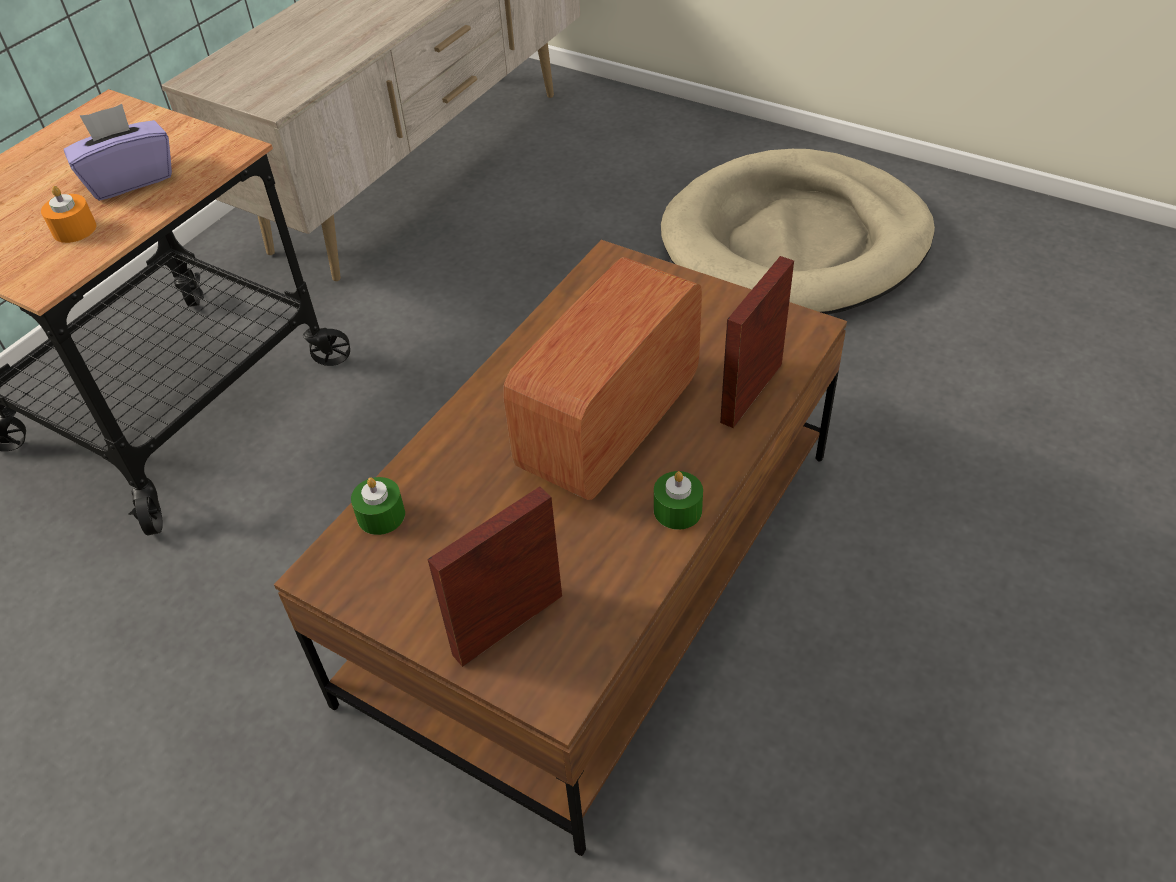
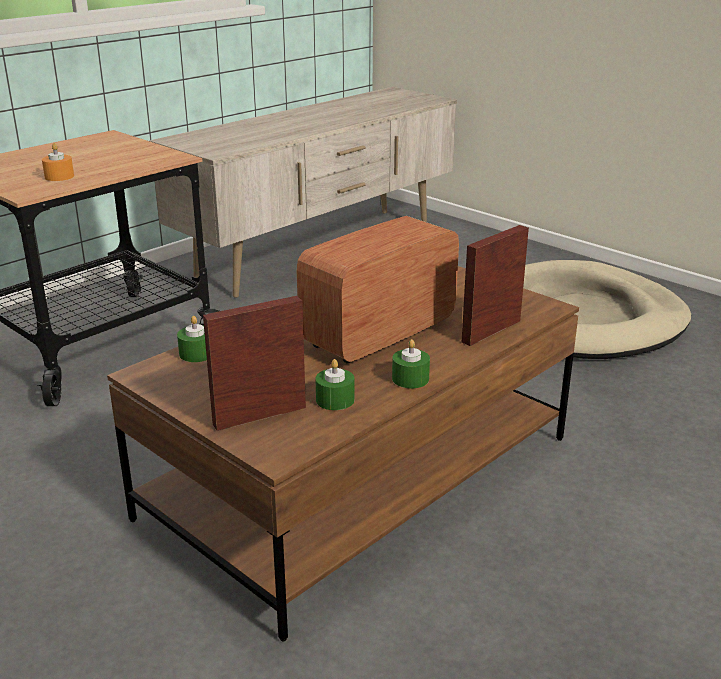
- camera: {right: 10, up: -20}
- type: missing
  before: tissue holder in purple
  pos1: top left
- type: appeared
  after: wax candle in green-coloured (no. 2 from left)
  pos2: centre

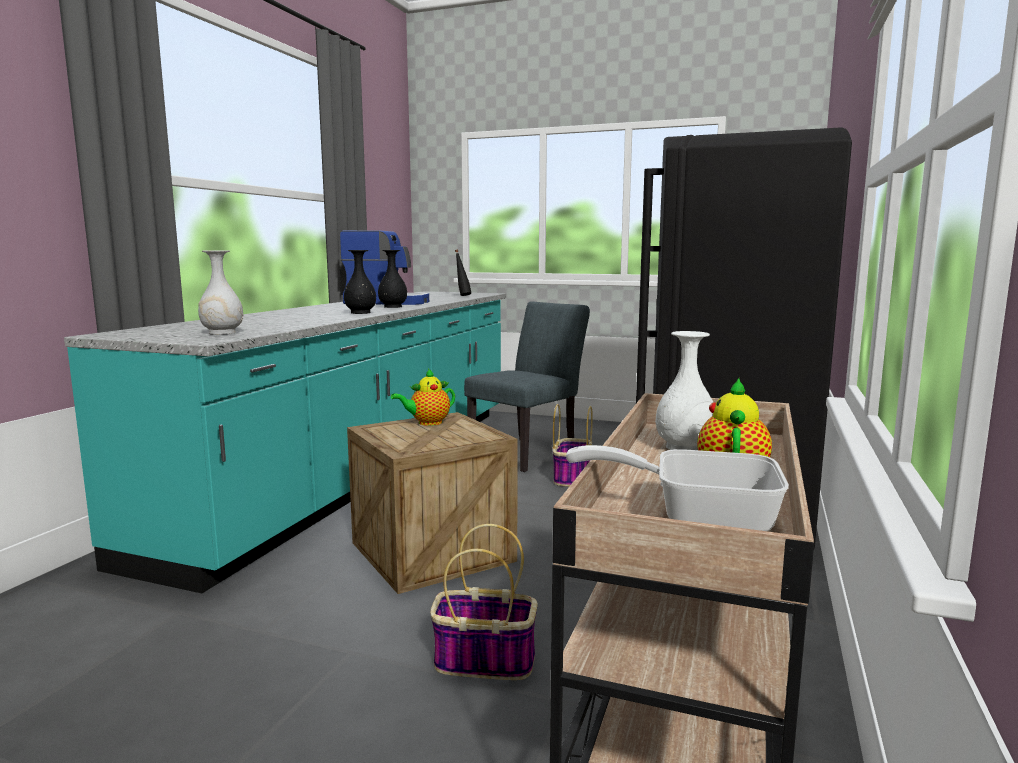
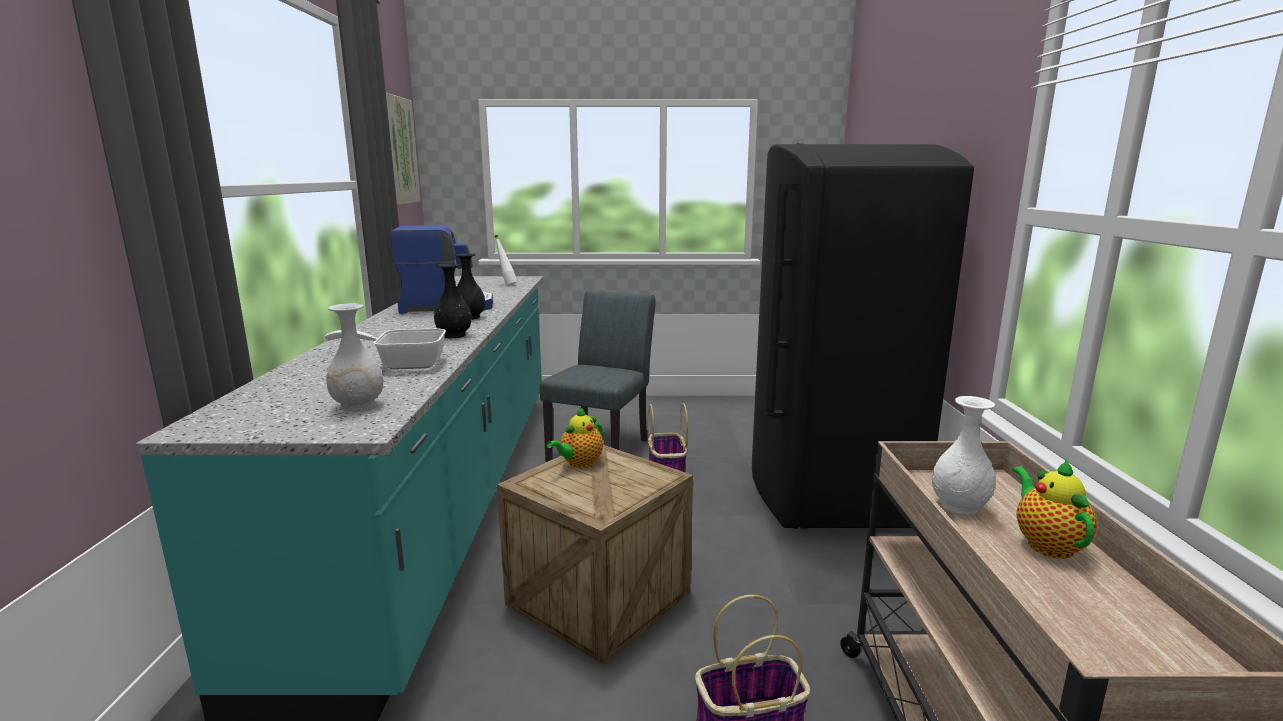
- camera: {right: -20, up: 5}
- type: appeared
  after: picture
  pos2: top left
- type: relocated
  before: skillet
  pos1: centre
  pos2: middle left
- type: colour
  before: bottle in black
  after: bottle in white
  pos1: centre
  pos2: centre

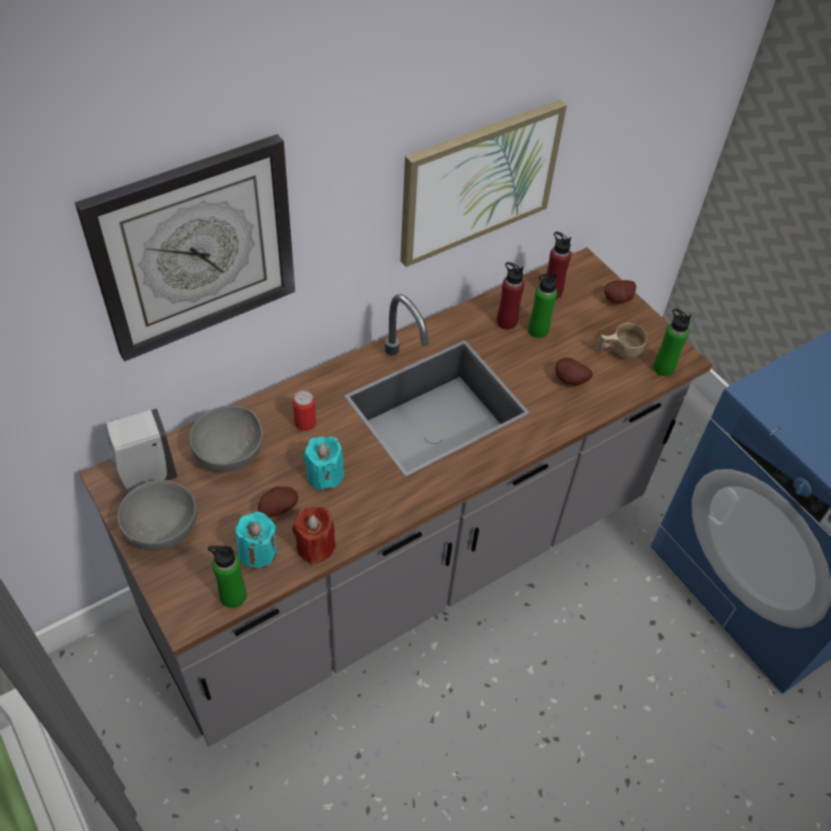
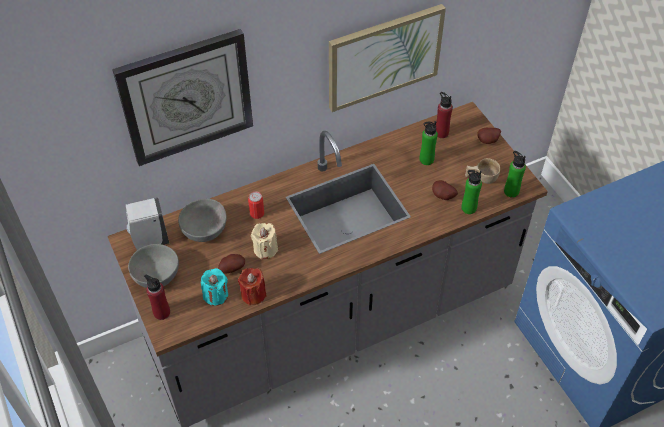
- camera: {right: 10, up: 0}
- type: relocated
  before: bottle in green-coloured (no. 1 from left in the first image)
  after: bottle in green-coloured (no. 2 from left)
  pos1: bottom left
  pos2: middle right
- type: relocated
  before: bottle in reddish (no. 1 from left)
  pos1: centre
  pos2: bottom left
- type: colour
  before: wax candle in turquoise-coloured (no. 2 from left)
  after: wax candle in beige
  pos1: centre
  pos2: centre

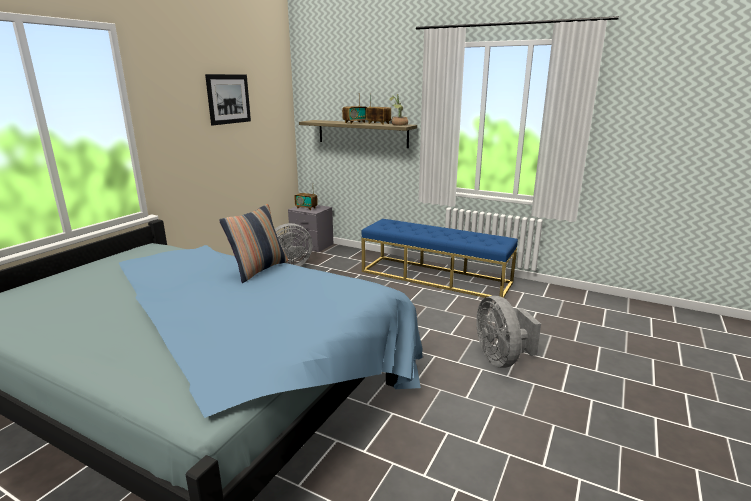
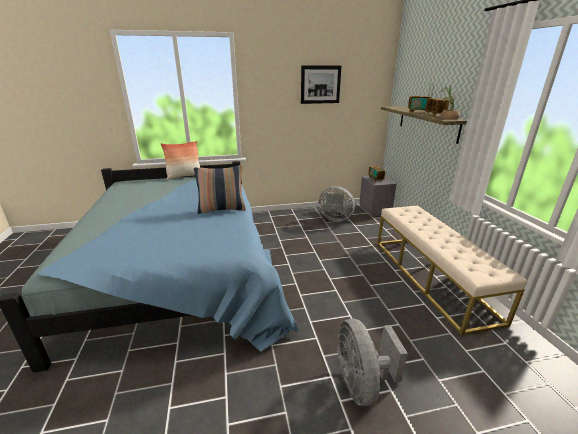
- camera: {right: 50, up: 5}
- type: appeared
  after: pillow (no. 1 from left)
  pos2: middle left
- type: colour
  before: bench in blue-coloured
  after: bench in beige
  pos1: centre
  pos2: middle right
- type: spun
  before: cooling fan in gray (no. 2 from left)
  pos1: middle right
  pos2: bottom centre
  turn: -45

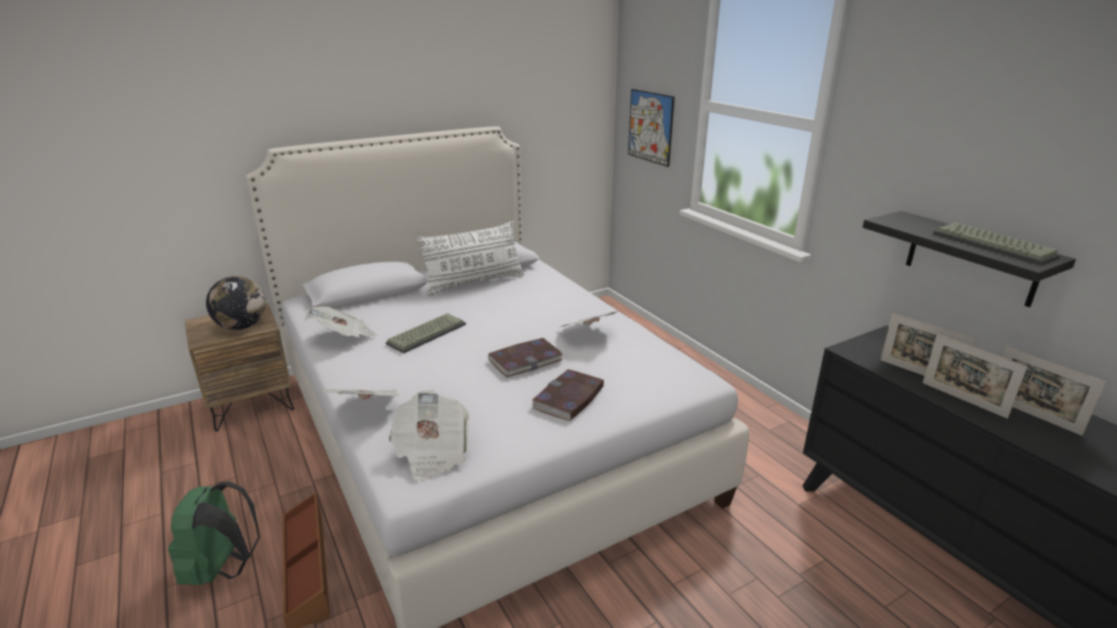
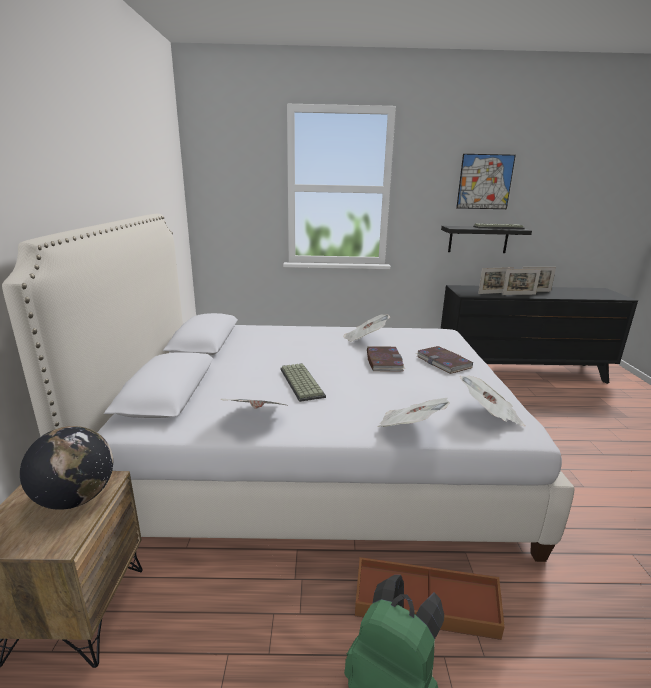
- camera: {right: -60, up: -5}
- type: missing
  before: pillow in white
  pos1: centre
- type: relocated
  before: picture
  pos1: top centre
  pos2: top right

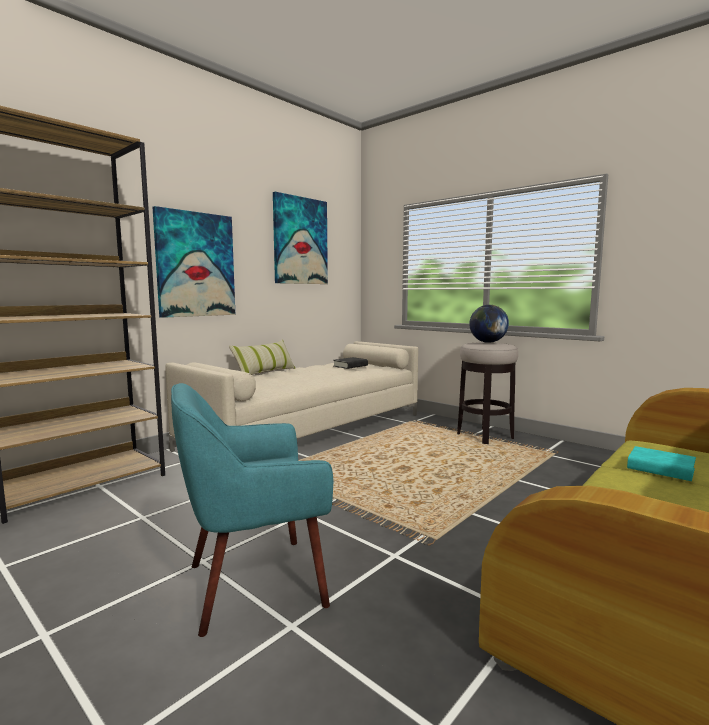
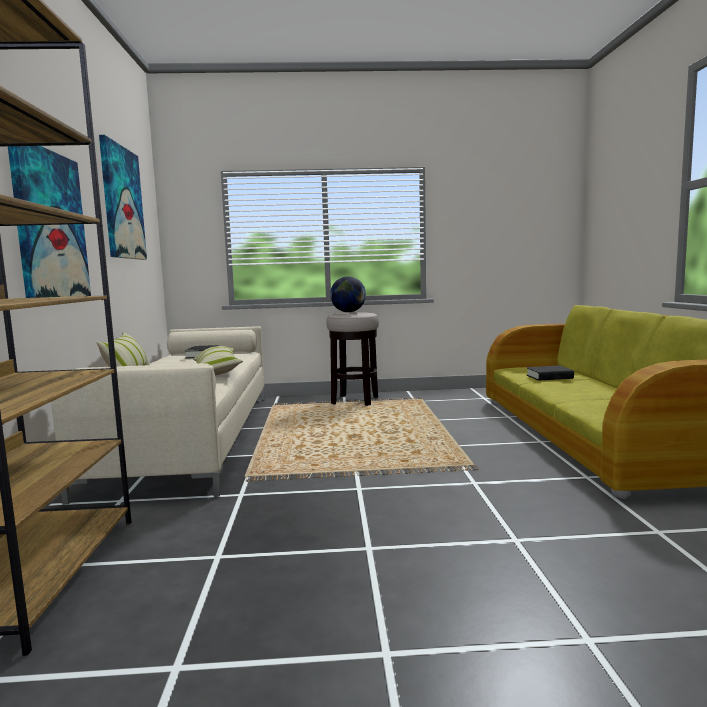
- camera: {right: -45, up: 0}
- type: missing
  before: lounge chair in turquoise-coloured
  pos1: bottom centre
- type: appeared
  after: pillow (no. 2 from left)
  pos2: middle left
- type: colour
  before: book in turquoise-coloured
  after: book in black (no. 2 from left)
  pos1: middle right
  pos2: middle right

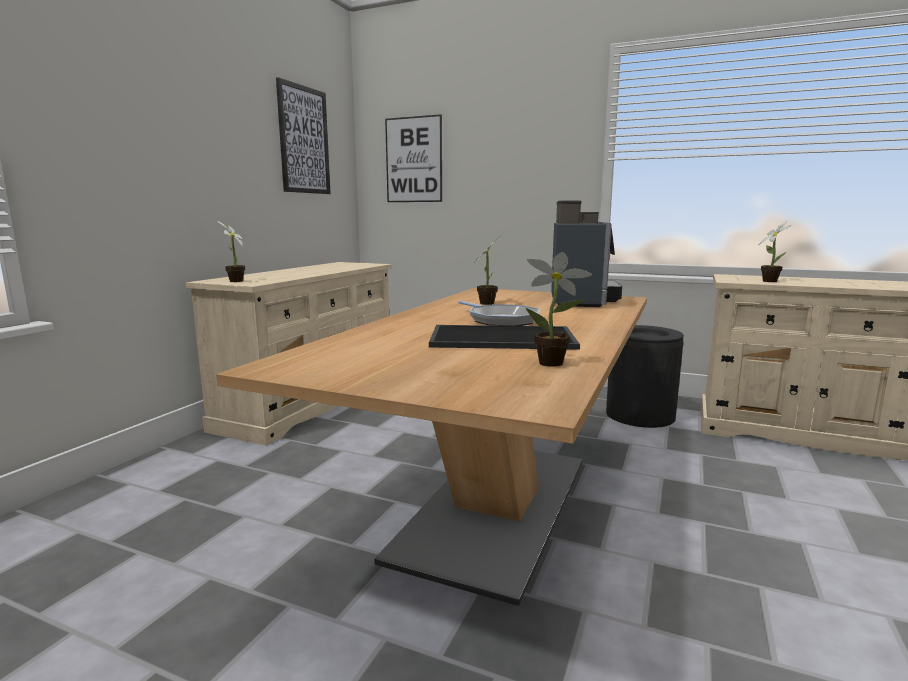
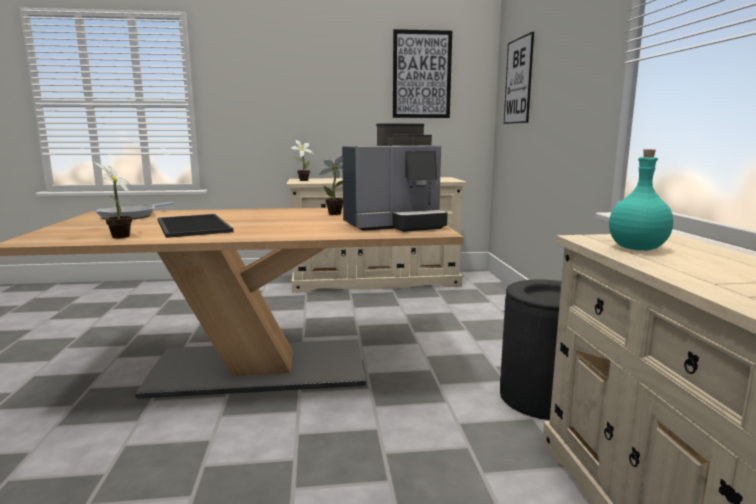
- camera: {right: 60, up: 0}
- type: relocated
  before: skillet
  pos1: centre
  pos2: middle left
- type: exchanged
  before: potted plant (no. 4 from left)
  after: bottle in turquoise-coloured
  pos1: middle right
  pos2: middle right

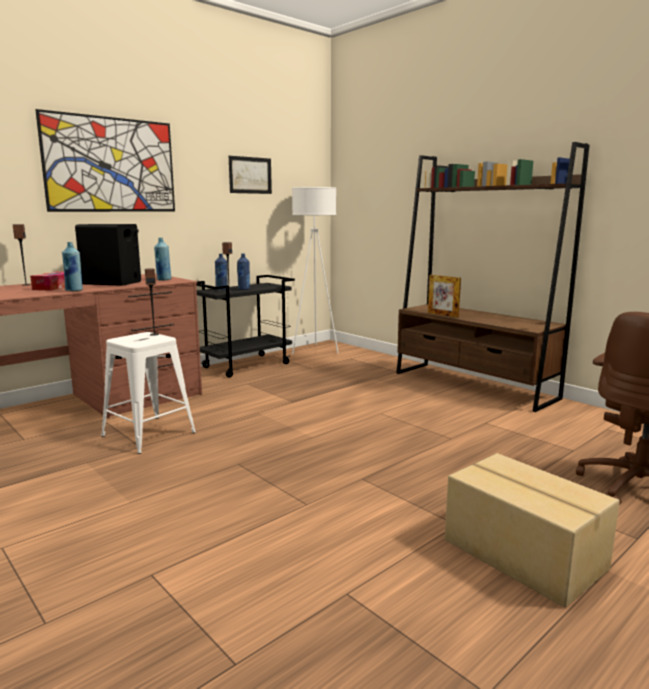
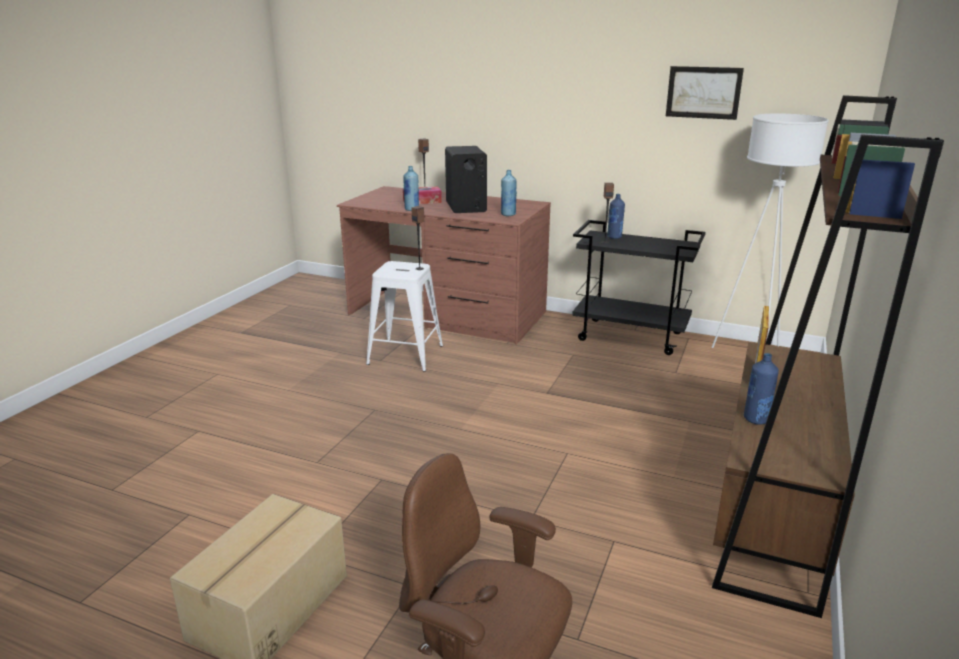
- camera: {right: 65, up: 10}
- type: missing
  before: picture (no. 1 from left)
  pos1: top left
- type: relocated
  before: bottle in blue-coloured (no. 4 from left)
  pos1: centre
  pos2: middle right

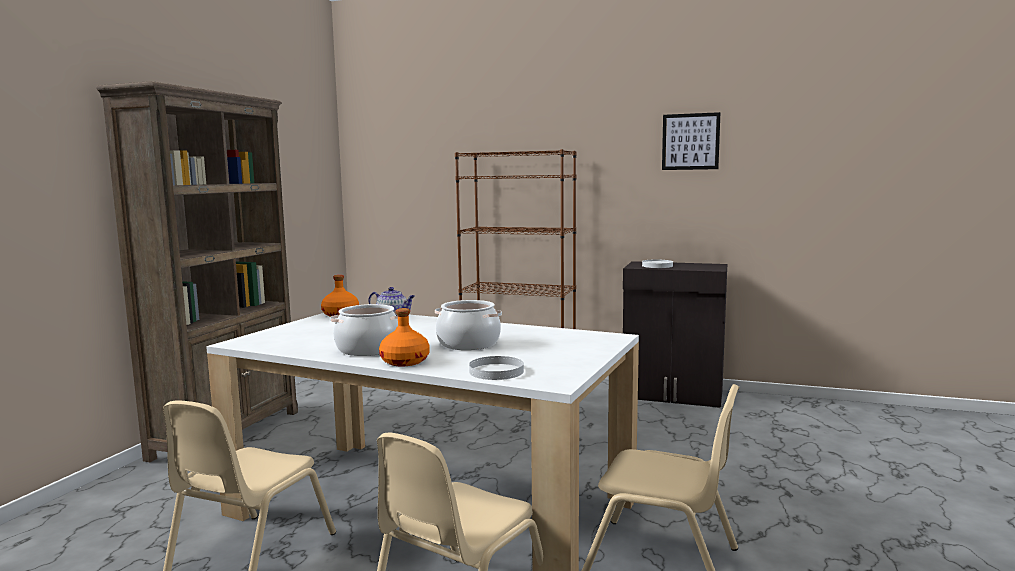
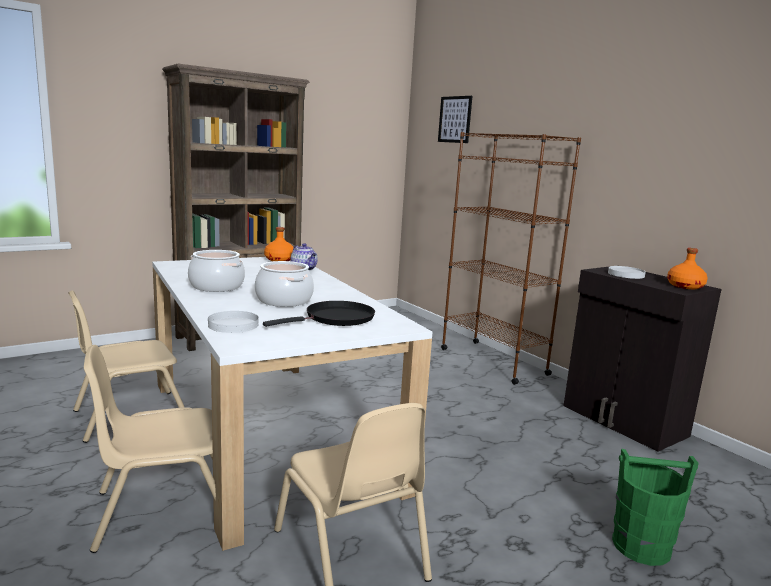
- camera: {right: 35, up: 5}
- type: appeared
  after: skillet in black
  pos2: centre
- type: appeared
  after: water bucket in green-coloured
  pos2: bottom right
- type: relocated
  before: bottle in orangey (no. 2 from left)
  pos1: centre
  pos2: middle right
- type: relocated
  before: picture
  pos1: top right
  pos2: top centre

